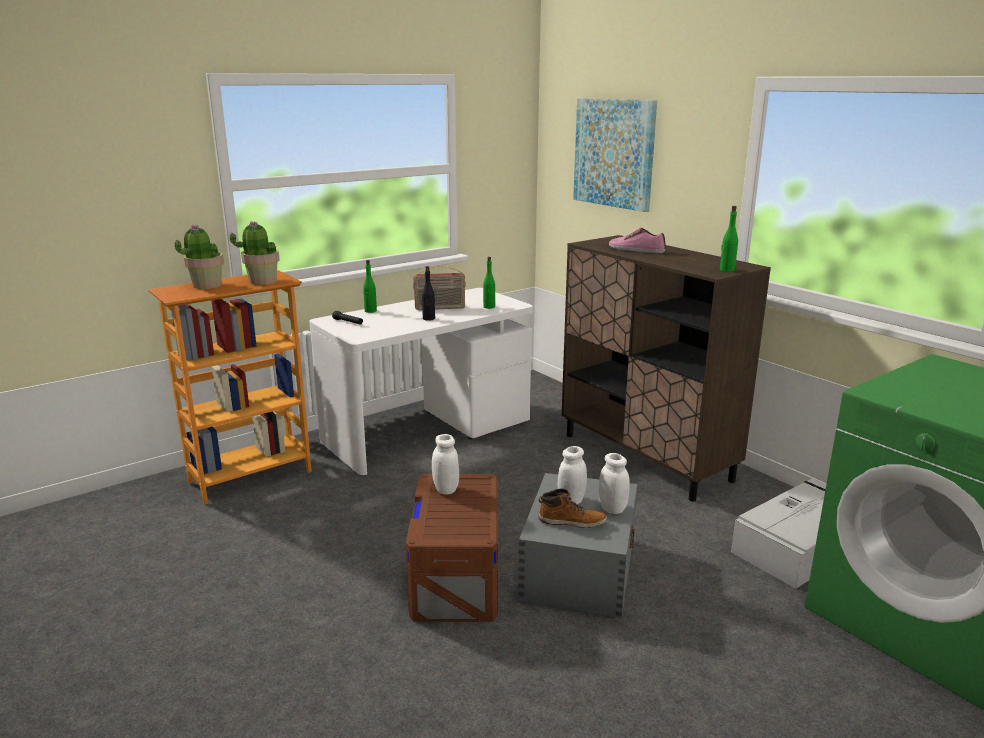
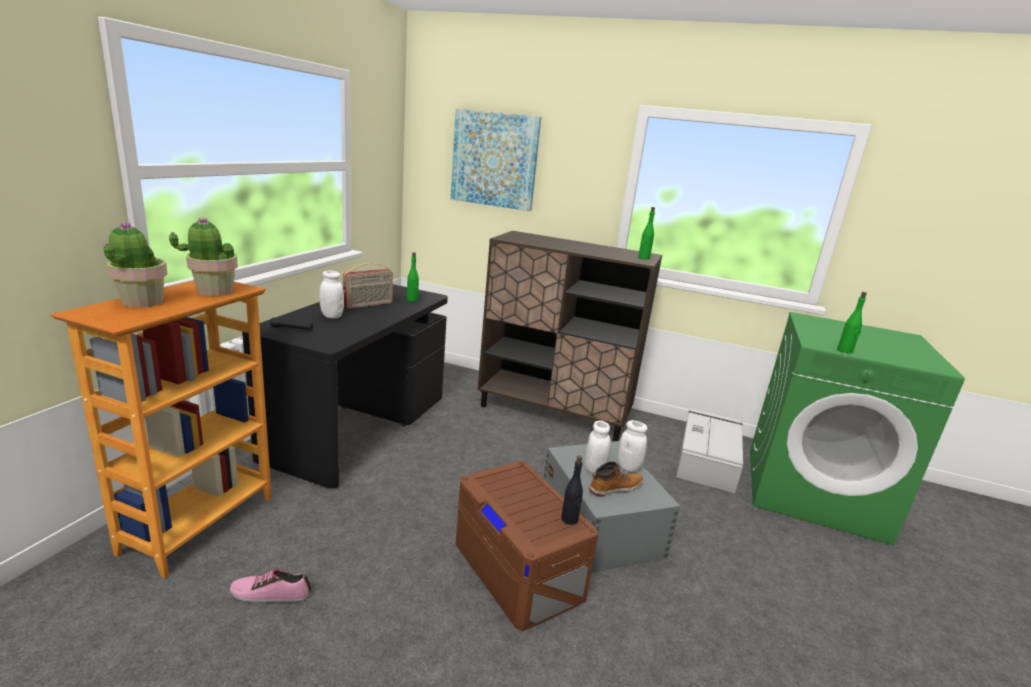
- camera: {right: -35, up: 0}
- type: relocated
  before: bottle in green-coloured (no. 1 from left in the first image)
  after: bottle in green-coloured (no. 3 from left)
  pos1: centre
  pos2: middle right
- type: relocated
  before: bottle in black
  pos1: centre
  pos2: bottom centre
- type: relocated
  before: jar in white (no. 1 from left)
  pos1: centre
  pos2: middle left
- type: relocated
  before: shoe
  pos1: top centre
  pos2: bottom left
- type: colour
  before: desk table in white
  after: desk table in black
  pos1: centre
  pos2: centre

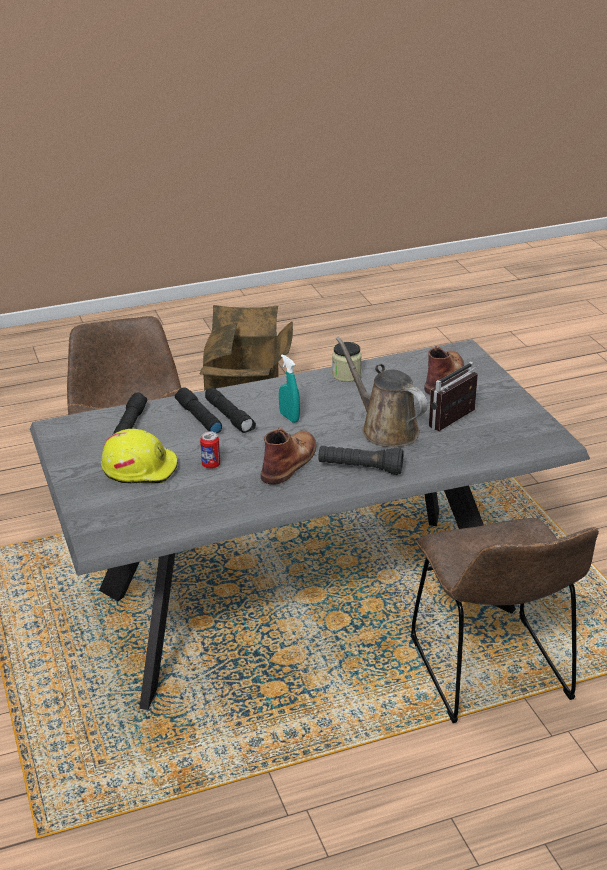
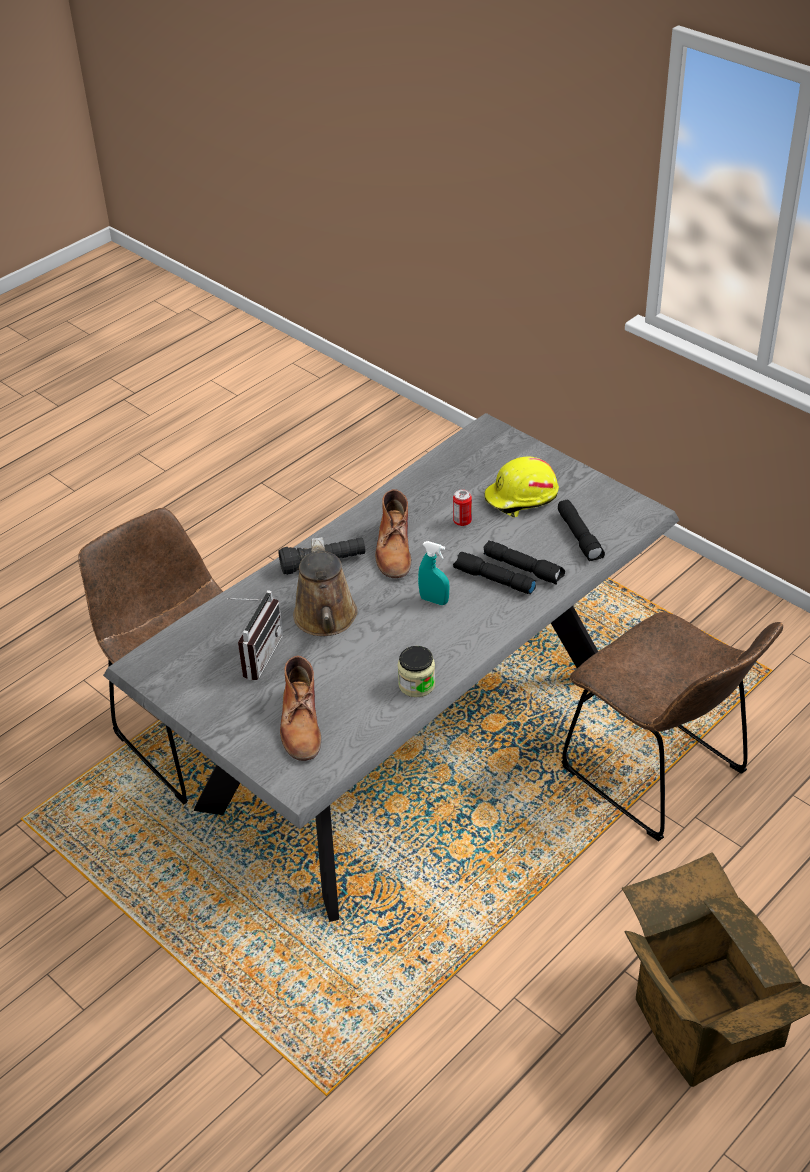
- camera: {right: 155, up: 10}
- type: spun
  before: watering can in brown
  pos1: centre
  pos2: centre
  turn: 60

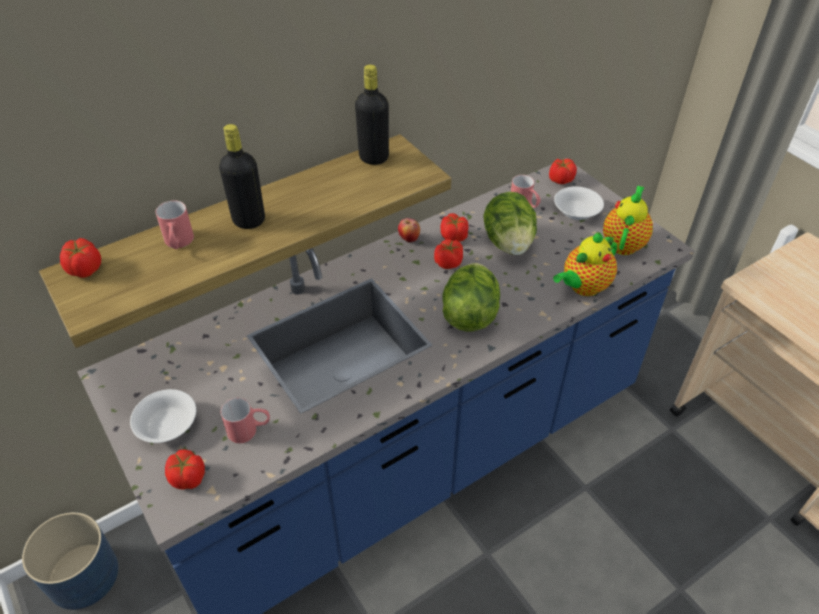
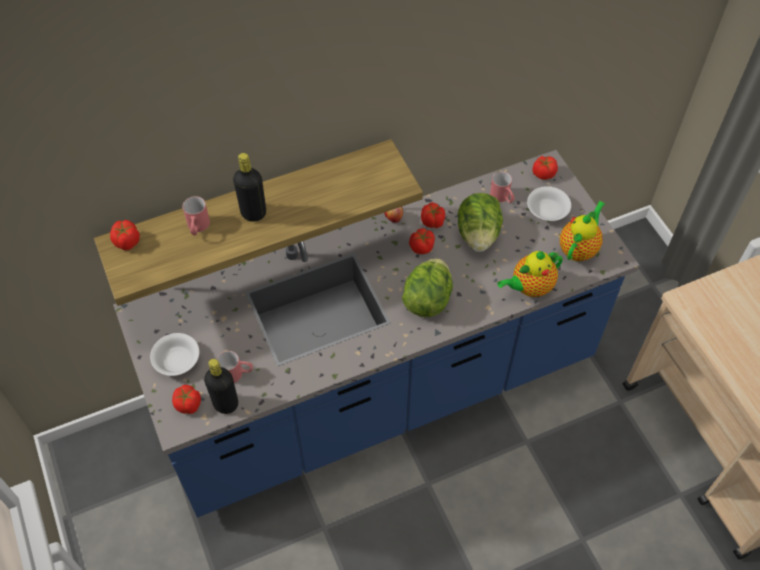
- camera: {right: 10, up: 10}
- type: missing
  before: planter in blue-coloured
  pos1: bottom left
- type: relocated
  before: bottle in black (no. 2 from left in the first image)
  after: bottle in black (no. 1 from left)
  pos1: top centre
  pos2: bottom left

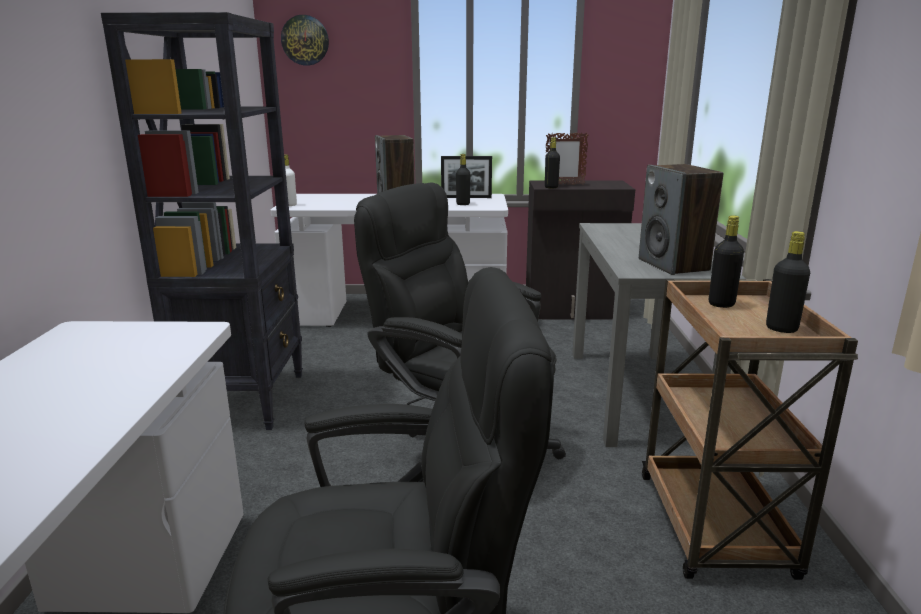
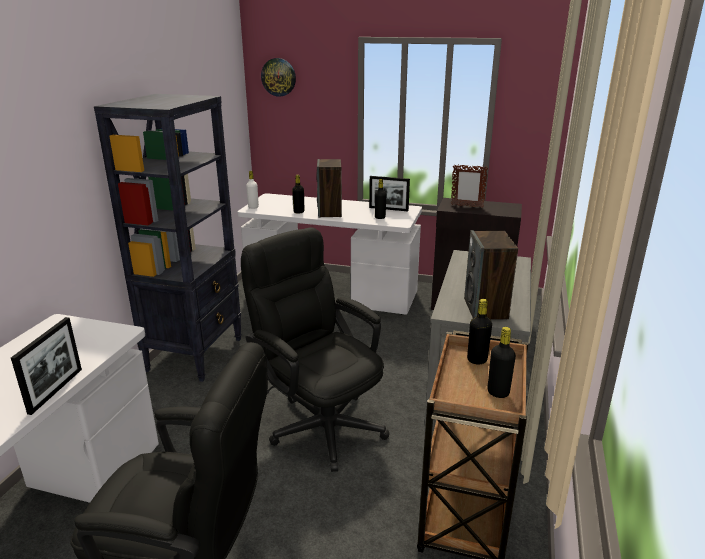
- camera: {right: 15, up: 5}
- type: appeared
  after: picture frame (no. 1 from left)
  pos2: middle left
- type: relocated
  before: bottle in black (no. 2 from left in the first image)
  after: bottle in black (no. 1 from left)
  pos1: top centre
  pos2: centre

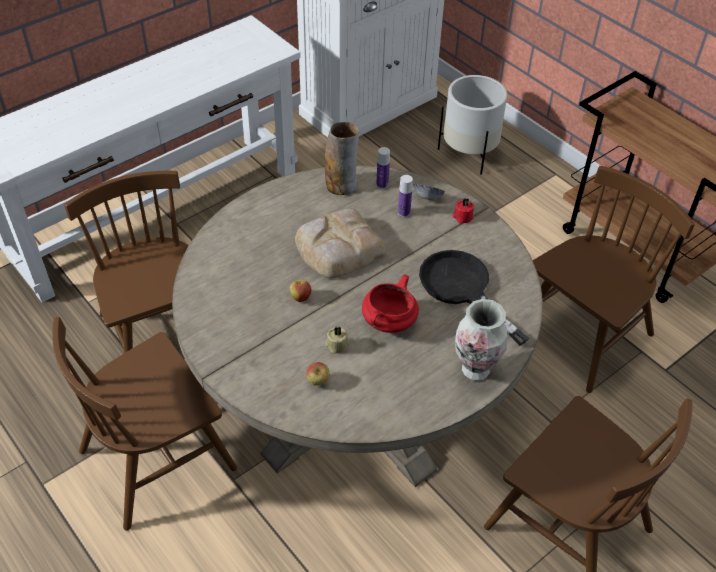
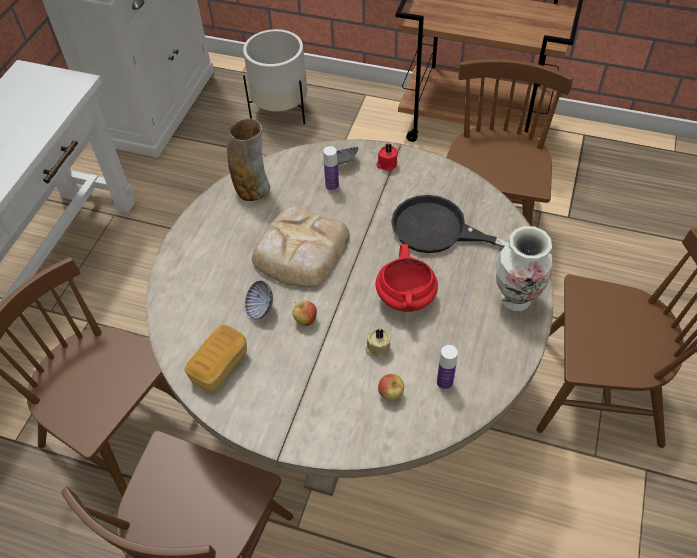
- camera: {right: -30, up: 5}
- type: appeared
  after: baked bread (no. 1 from left)
  pos2: middle left
- type: appeared
  after: deep dish (no. 1 from left)
  pos2: centre
- type: relocated
  before: bottle (no. 1 from left in the first image)
  after: bottle (no. 2 from left)
  pos1: top centre
  pos2: centre

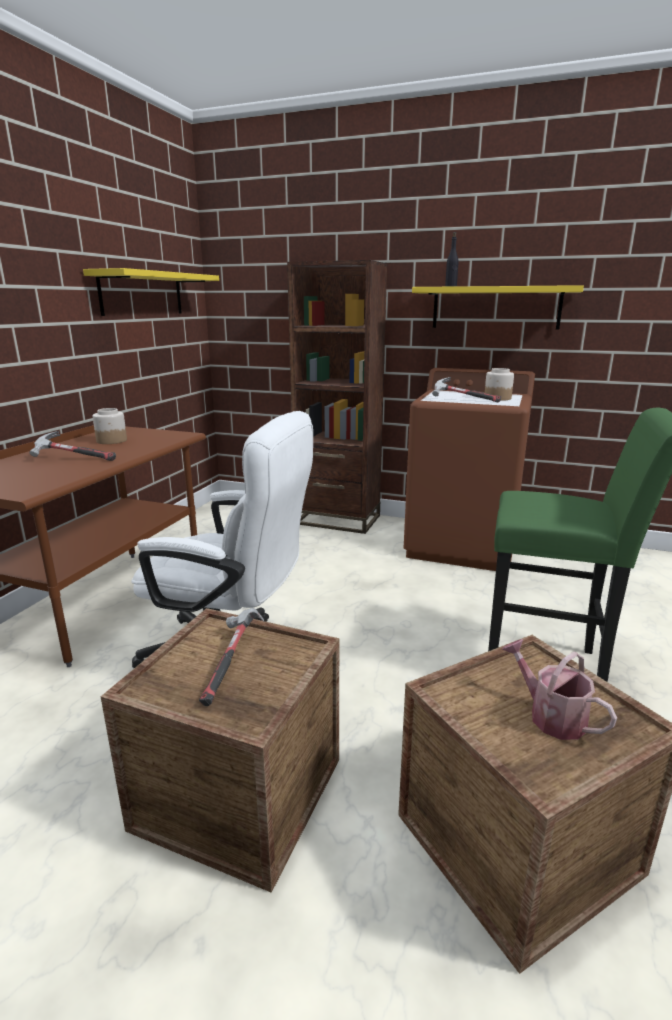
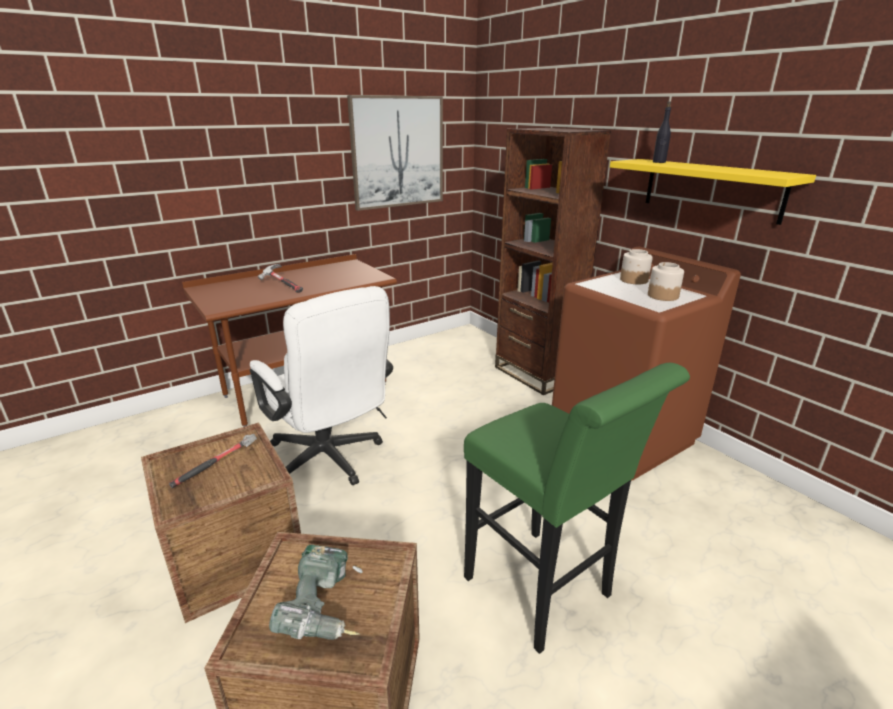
- camera: {right: 35, up: 5}
- type: missing
  before: hand hammer (no. 3 from left)
  pos1: middle right
- type: relocated
  before: jar (no. 1 from left)
  pos1: middle left
  pos2: middle right
- type: exchanged
  before: wall shelf in yellow (no. 1 from left)
  after: picture
  pos1: top left
  pos2: top centre
- type: exchanged
  before: watering can
  after: drill
  pos1: bottom right
  pos2: bottom centre

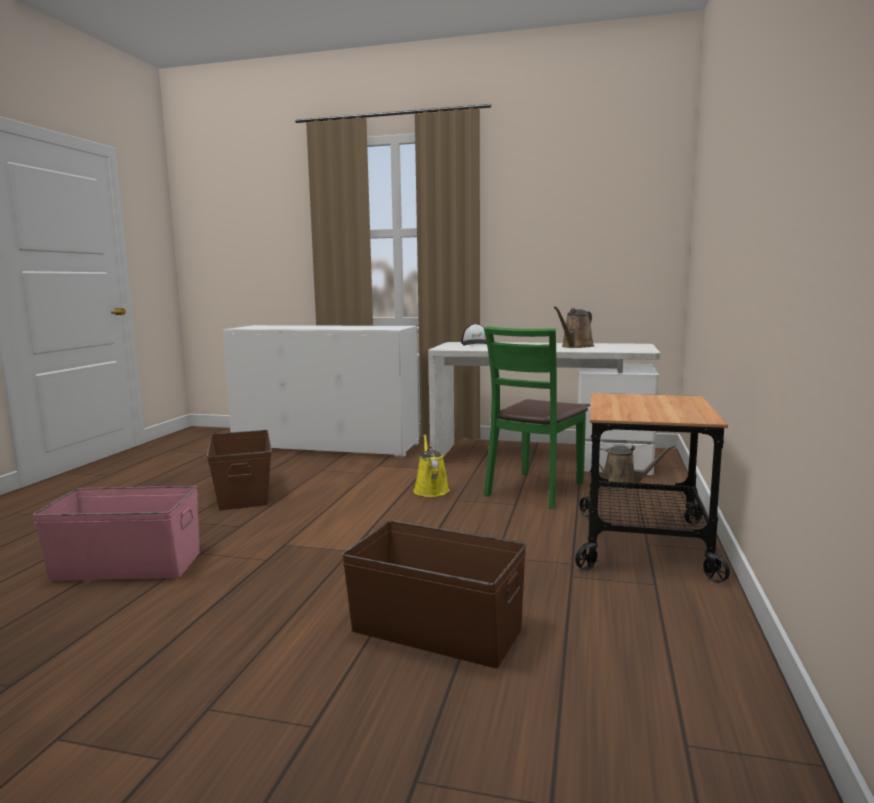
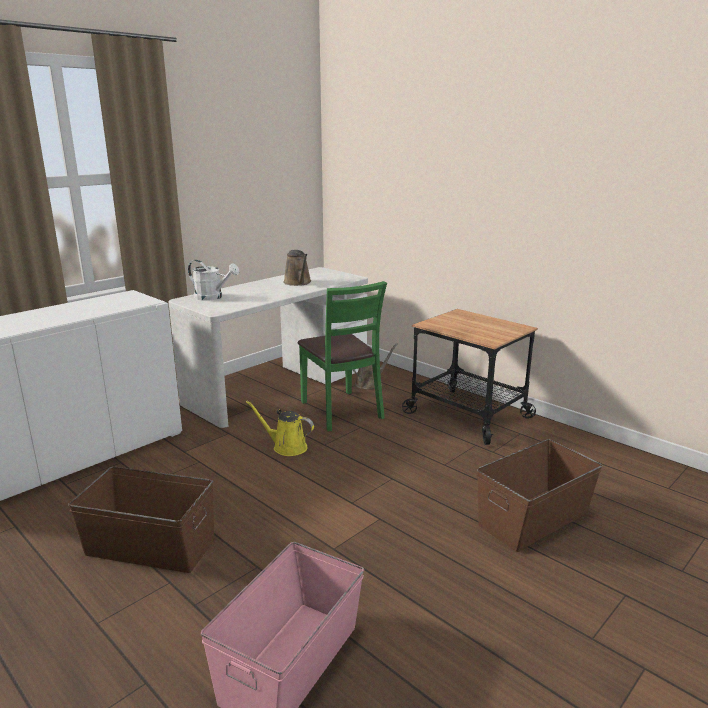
- camera: {right: -60, up: 10}
- type: exchanged
  before: peaked cap
  after: watering can in white
  pos1: centre
  pos2: middle left

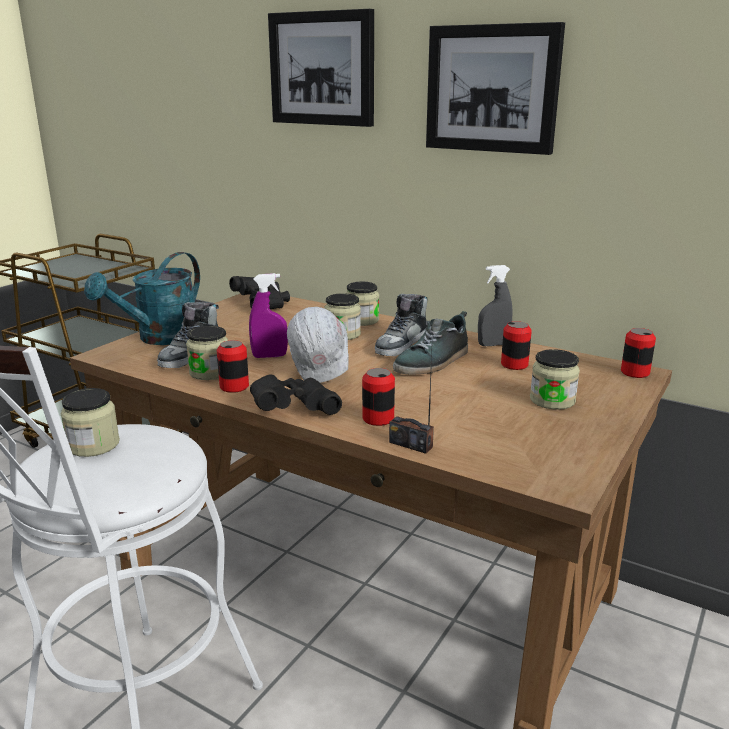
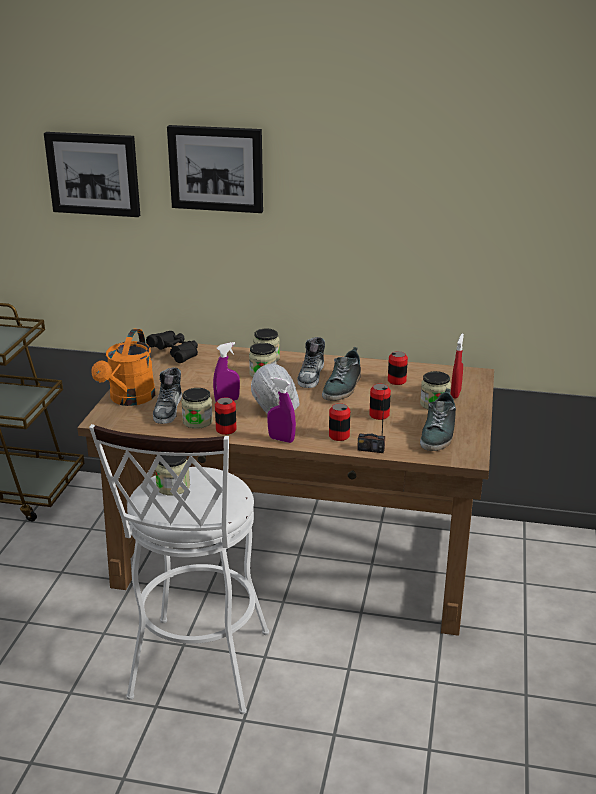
- camera: {right: -20, up: 5}
- type: missing
  before: spray bottle in gray
  pos1: middle right
- type: appeared
  after: shoe (no. 4 from left)
  pos2: middle right
- type: appeared
  after: spray bottle in reddish
  pos2: middle right
- type: relocated
  before: picture (no. 2 from left in the first image)
  after: picture (no. 1 from left)
  pos1: top right
  pos2: top left
- type: relocated
  before: metal can (no. 4 from left in the first image)
  after: metal can (no. 3 from left)
  pos1: middle right
  pos2: centre
- type: exchanged
  before: binoculars in black (no. 2 from left)
  after: spray bottle in purple (no. 2 from left)
  pos1: centre
  pos2: centre
- type: colour
  before: watering can in turquoise-coloured
  after: watering can in orangey
  pos1: middle left
  pos2: middle left

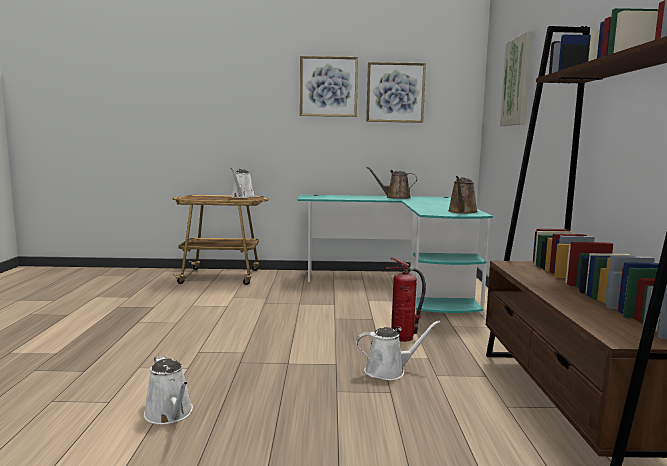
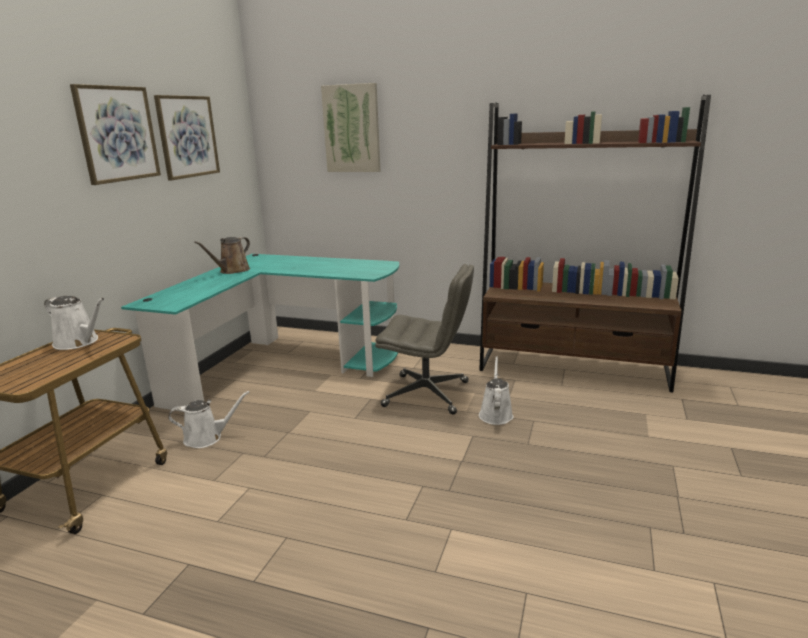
- camera: {right: -70, up: 10}
- type: missing
  before: watering can in brown (no. 2 from left)
  pos1: middle right
- type: relocated
  before: watering can in white (no. 1 from left in the first image)
  after: watering can in white (no. 2 from left)
  pos1: bottom left
  pos2: middle left
- type: exchanged
  before: fire extinguisher
  after: computer chair in gray
  pos1: centre
  pos2: centre

